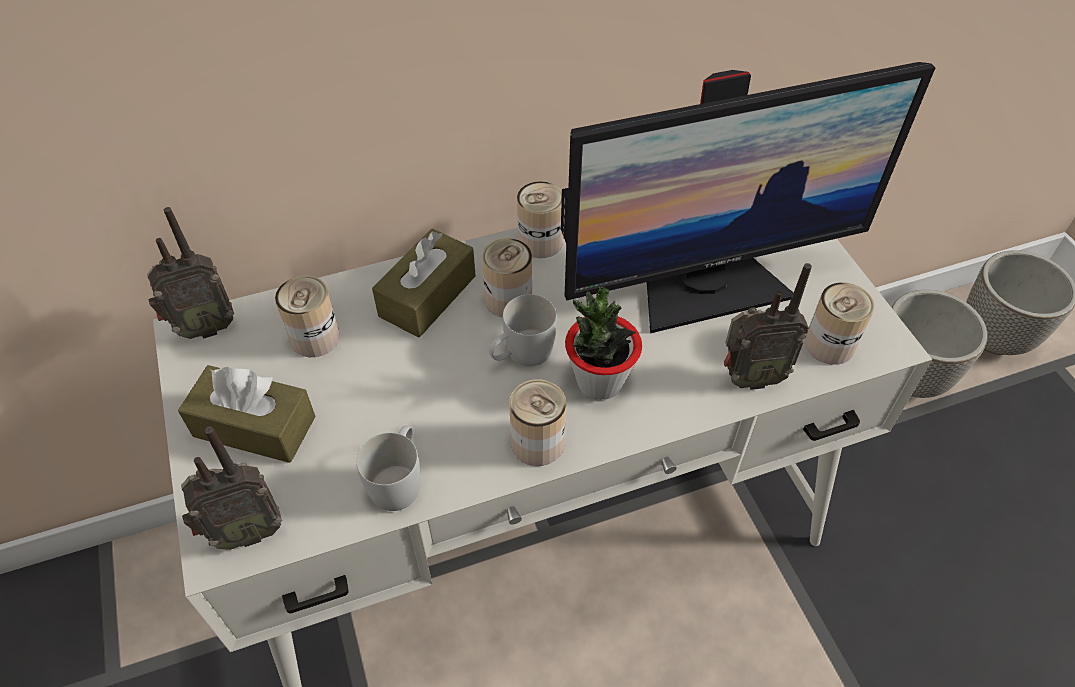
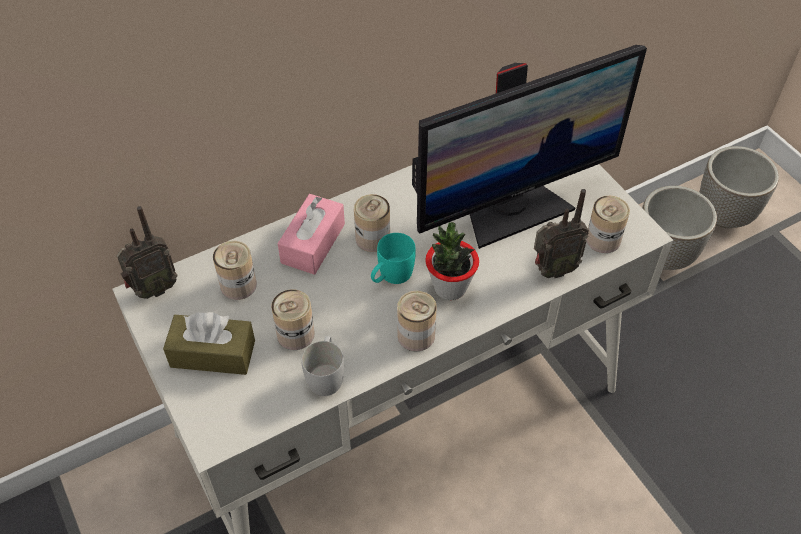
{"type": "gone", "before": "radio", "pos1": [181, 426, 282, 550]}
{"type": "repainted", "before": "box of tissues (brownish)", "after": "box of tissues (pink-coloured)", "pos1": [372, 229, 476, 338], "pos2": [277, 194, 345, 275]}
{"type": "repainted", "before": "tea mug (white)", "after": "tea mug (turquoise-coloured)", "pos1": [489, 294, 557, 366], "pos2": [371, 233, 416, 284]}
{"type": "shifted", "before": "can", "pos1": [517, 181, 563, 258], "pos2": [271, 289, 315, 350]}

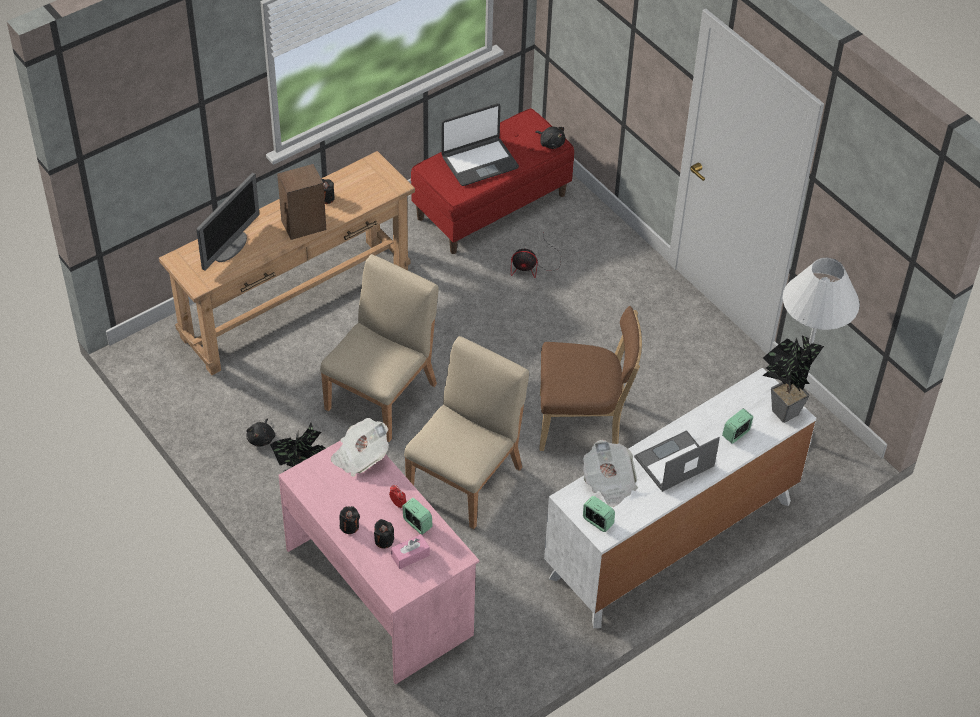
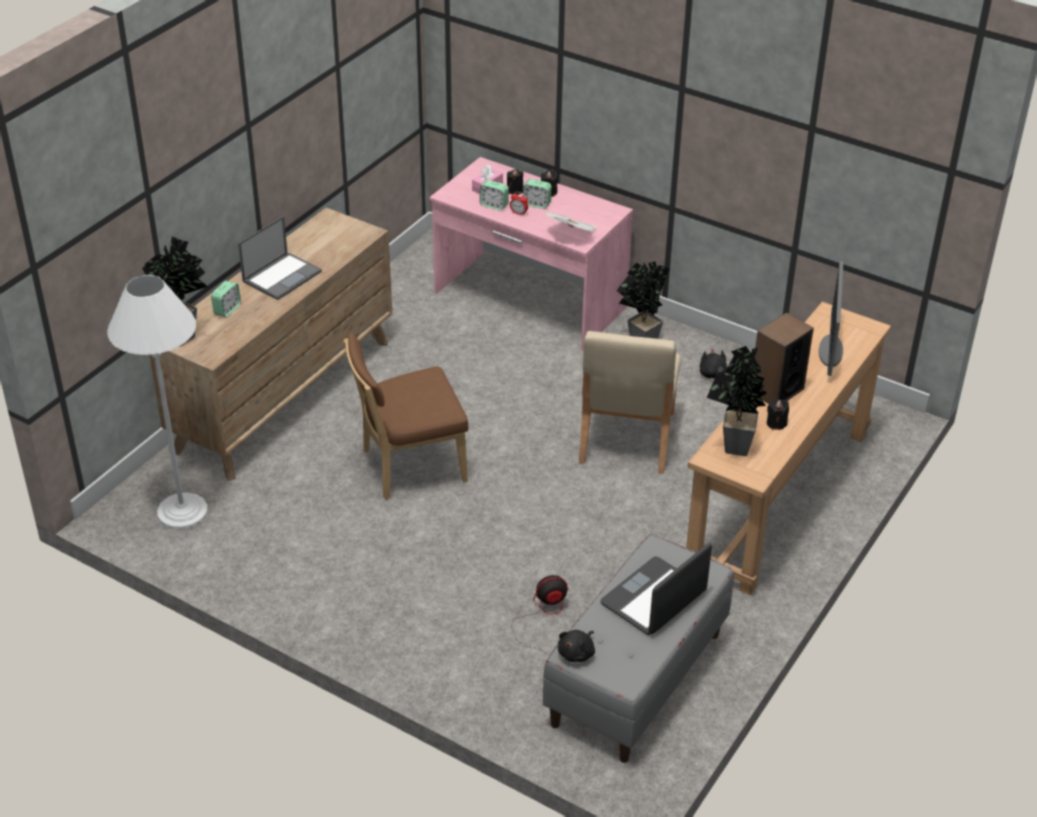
{"type": "gone", "before": "upright chair (beige)", "pos1": [404, 336, 529, 529]}
{"type": "repainted", "before": "indoor bench (red)", "after": "indoor bench (grey)", "pos1": [411, 108, 574, 254], "pos2": [543, 534, 734, 763]}
{"type": "rotated", "before": "cuddly toy (blackish)", "pos1": [535, 127, 565, 149], "pos2": [558, 630, 595, 662], "turn": -75}
{"type": "repainted", "before": "drawer chest (white)", "after": "drawer chest (brownish)", "pos1": [544, 368, 816, 628], "pos2": [149, 207, 392, 481]}
{"type": "gone", "before": "newspaper", "pos1": [583, 439, 638, 507]}
{"type": "shifted", "before": "alarm clock", "pos1": [583, 496, 615, 532], "pos2": [523, 179, 552, 209]}
{"type": "new", "after": "potted plant", "pos2": [707, 346, 767, 456]}

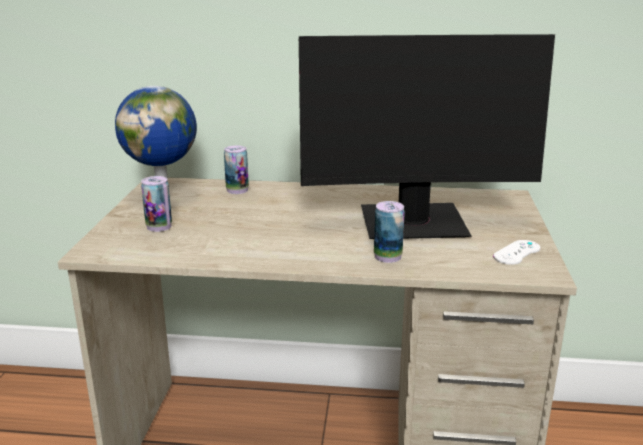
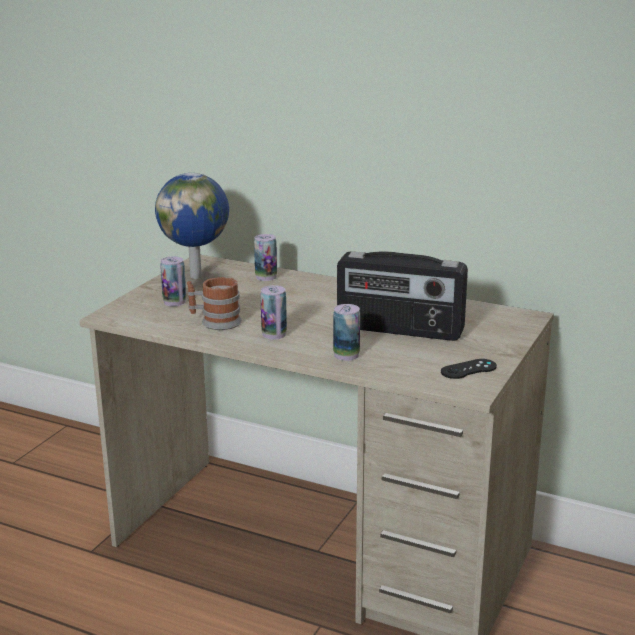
{"type": "swapped", "before": "computer display", "after": "radio", "pos1": [299, 34, 555, 239], "pos2": [337, 251, 468, 341]}
{"type": "repainted", "before": "game controller (white)", "after": "game controller (blackish)", "pos1": [493, 240, 540, 265], "pos2": [441, 359, 497, 379]}
{"type": "new", "after": "tea mug", "pos2": [187, 277, 242, 330]}
{"type": "new", "after": "can", "pos2": [260, 285, 287, 340]}

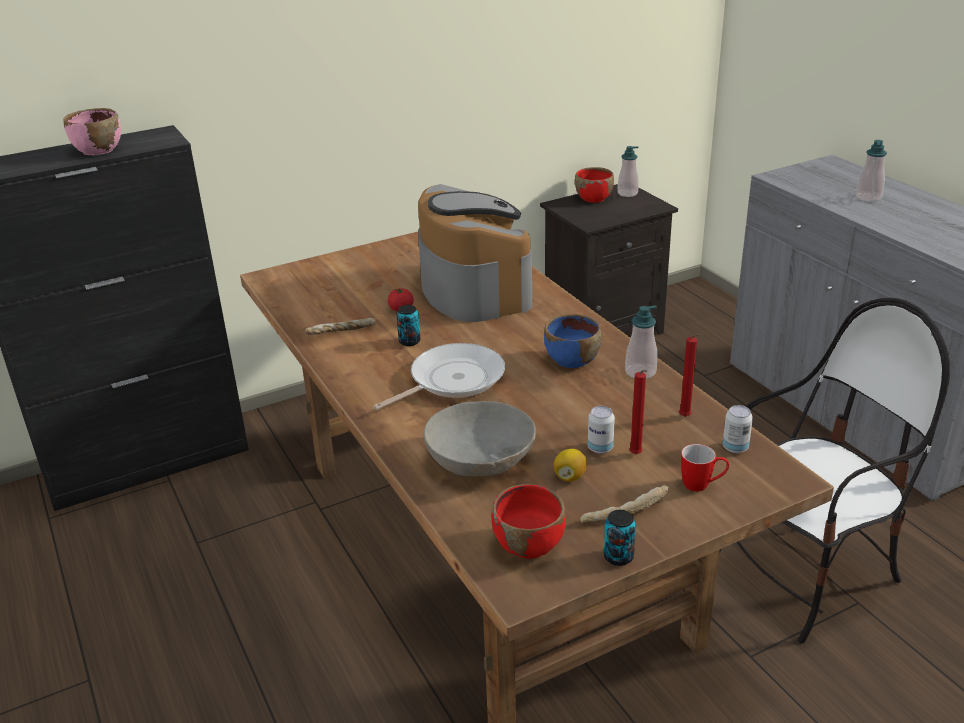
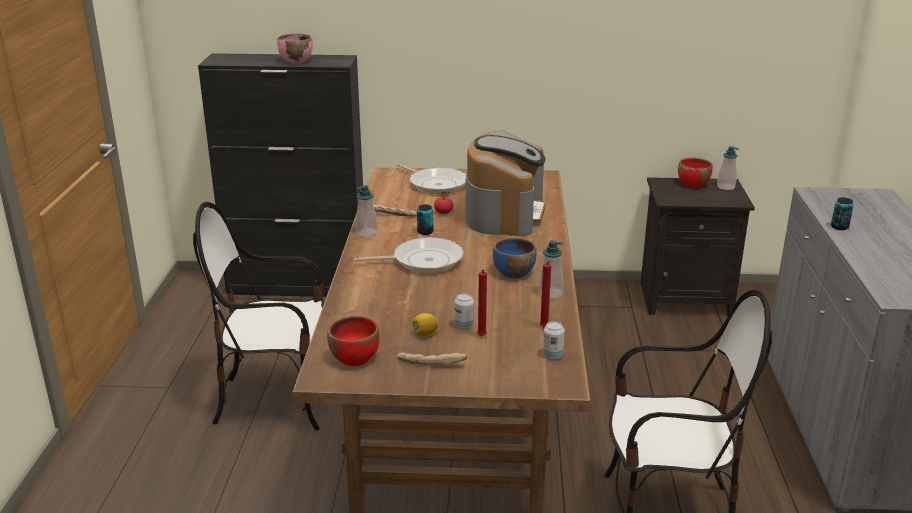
{"type": "gone", "before": "deep dish (grey)", "pos1": [424, 401, 536, 477]}
{"type": "shifted", "before": "can", "pos1": [604, 510, 636, 566], "pos2": [831, 197, 854, 230]}
{"type": "gone", "before": "tea mug", "pos1": [681, 444, 729, 492]}
{"type": "shifted", "before": "soap bottle", "pos1": [856, 140, 887, 202], "pos2": [356, 185, 378, 237]}
{"type": "new", "after": "upright chair", "pos2": [193, 202, 324, 431]}
{"type": "new", "after": "skillet", "pos2": [396, 164, 466, 194]}

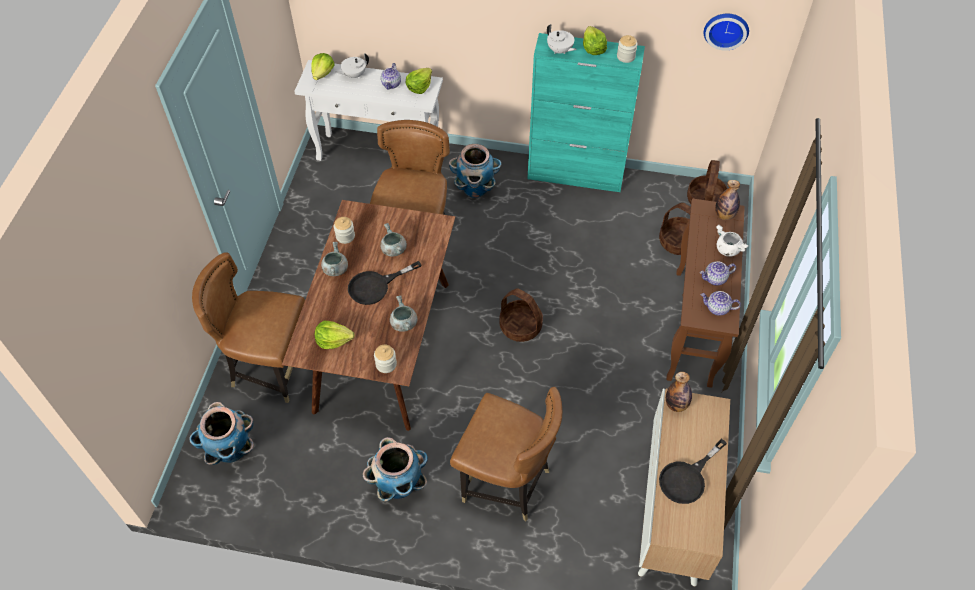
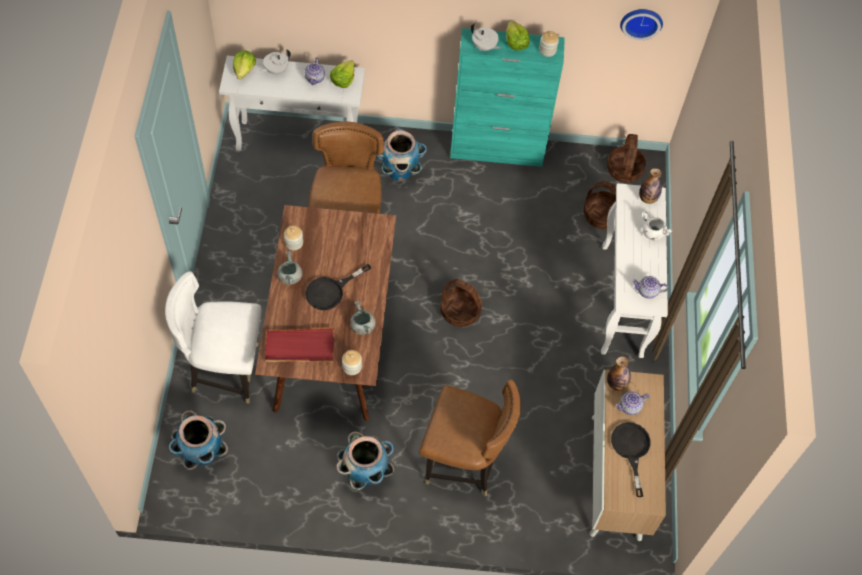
{"type": "repainted", "before": "upright chair (brownish)", "after": "upright chair (white)", "pos1": [192, 252, 305, 403], "pos2": [165, 271, 261, 403]}
{"type": "swapped", "before": "lettuce", "after": "serving tray (red)", "pos1": [315, 321, 355, 349], "pos2": [265, 328, 334, 362]}
{"type": "gone", "before": "saucepot (grey)", "pos1": [380, 223, 407, 257]}
{"type": "rotated", "before": "skillet (blackish)", "pos1": [659, 439, 727, 504], "pos2": [611, 422, 651, 497], "turn": 135}
{"type": "repainted", "before": "narrow table (brownish)", "after": "narrow table (white)", "pos1": [666, 198, 745, 388], "pos2": [601, 183, 668, 358]}
{"type": "shifted", "before": "pot for tea", "pos1": [700, 261, 736, 286], "pos2": [615, 391, 650, 415]}

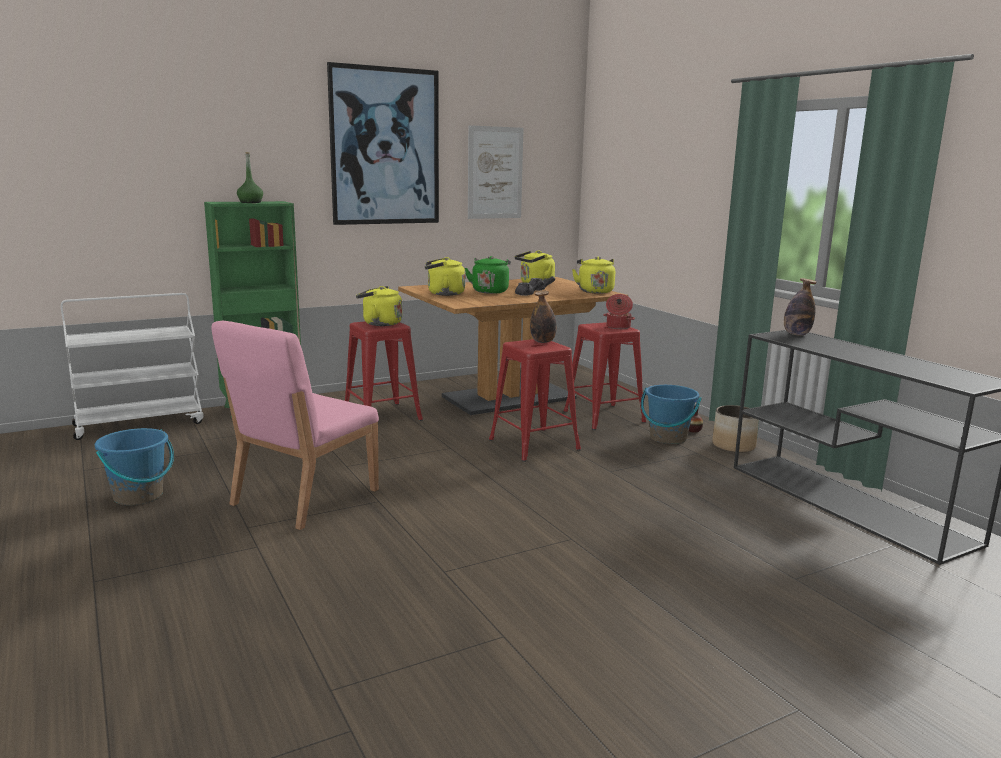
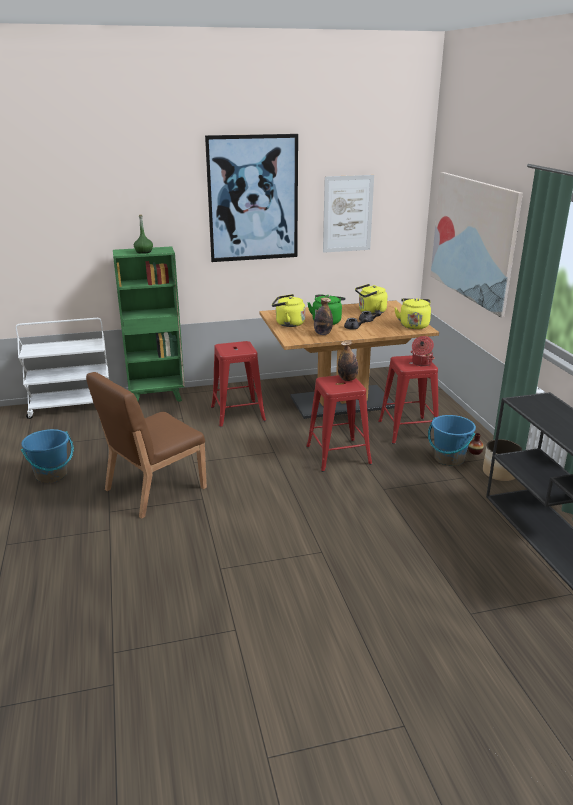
{"type": "repainted", "before": "upright chair (pink-coloured)", "after": "upright chair (brownish)", "pos1": [211, 321, 379, 530], "pos2": [86, 372, 207, 519]}
{"type": "gone", "before": "tea kettle (yellow-coloured)", "pos1": [356, 286, 402, 326]}
{"type": "shifted", "before": "bottle", "pos1": [784, 278, 817, 336], "pos2": [314, 297, 333, 335]}
{"type": "new", "after": "picture", "pos2": [430, 172, 523, 317]}

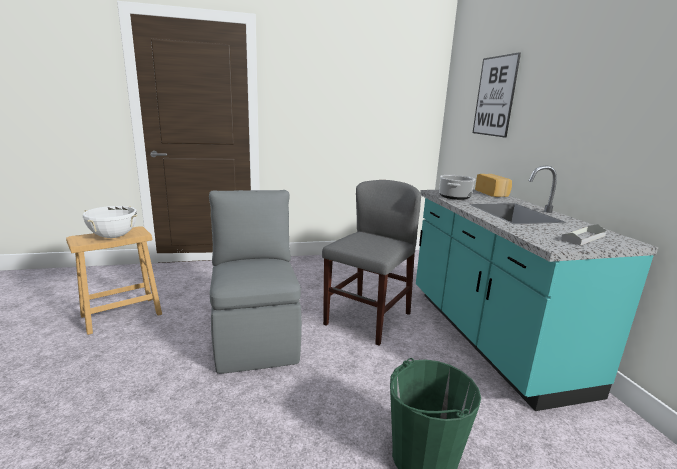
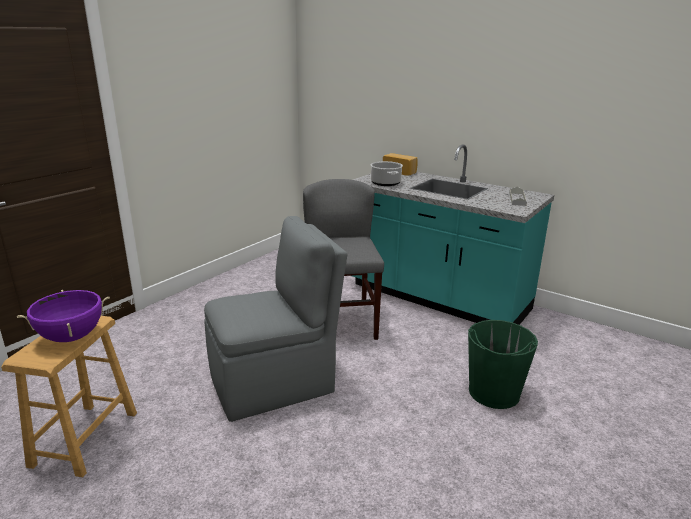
{"type": "repainted", "before": "saucepot (white)", "after": "saucepot (purple-coloured)", "pos1": [83, 206, 137, 238], "pos2": [17, 290, 110, 342]}
{"type": "rotated", "before": "upright chair (grey)", "pos1": [209, 190, 302, 374], "pos2": [204, 216, 347, 422], "turn": 120}
{"type": "gone", "before": "picture", "pos1": [473, 52, 521, 138]}

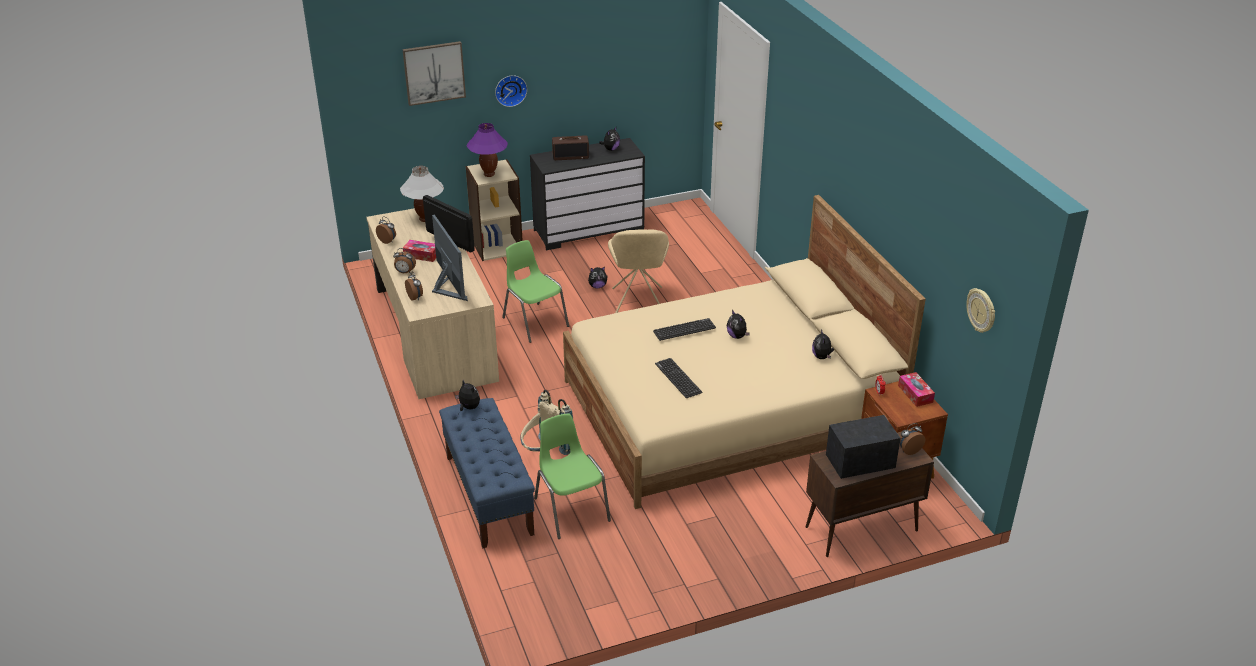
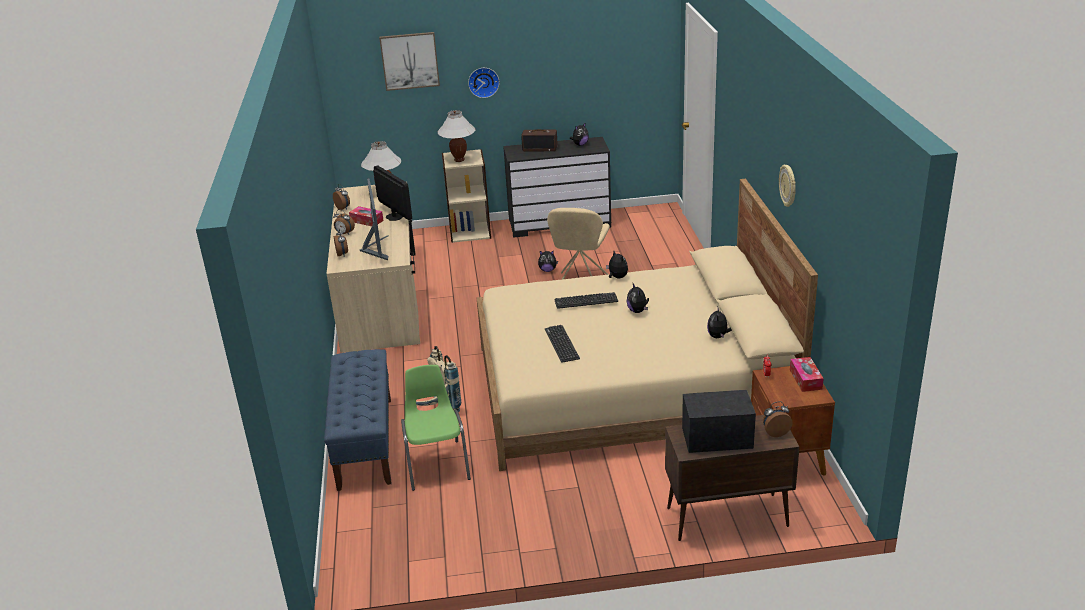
{"type": "shifted", "before": "cuddly toy", "pos1": [455, 380, 480, 411], "pos2": [606, 251, 628, 279]}
{"type": "repainted", "before": "tabletop lamp (purple-coloured)", "after": "tabletop lamp (white)", "pos1": [467, 123, 508, 177], "pos2": [437, 110, 476, 162]}
{"type": "gone", "before": "upright chair (green-coloured)", "pos1": [502, 240, 569, 343]}
{"type": "shifted", "before": "hanging clock", "pos1": [966, 288, 995, 333], "pos2": [779, 164, 796, 207]}

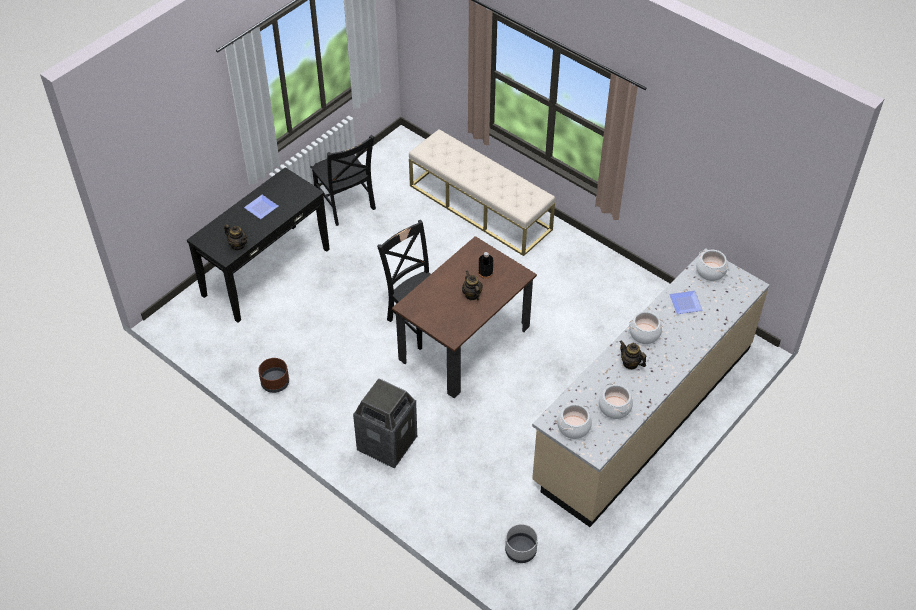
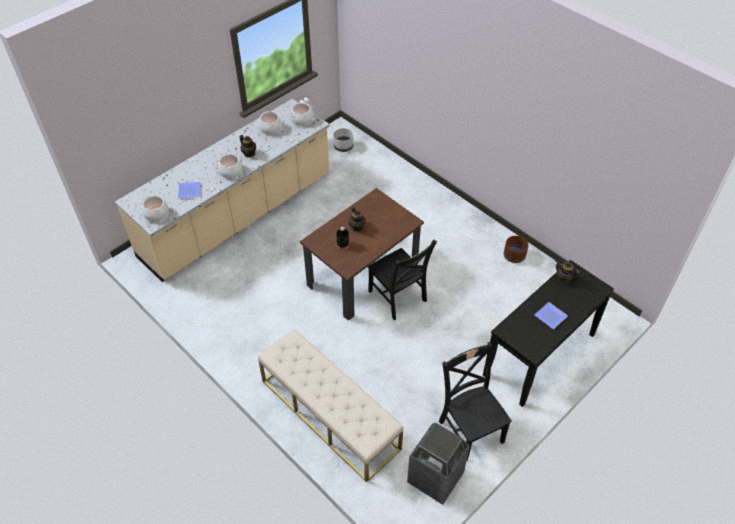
{"type": "shifted", "before": "trash can", "pos1": [353, 378, 417, 469], "pos2": [407, 422, 470, 505]}

